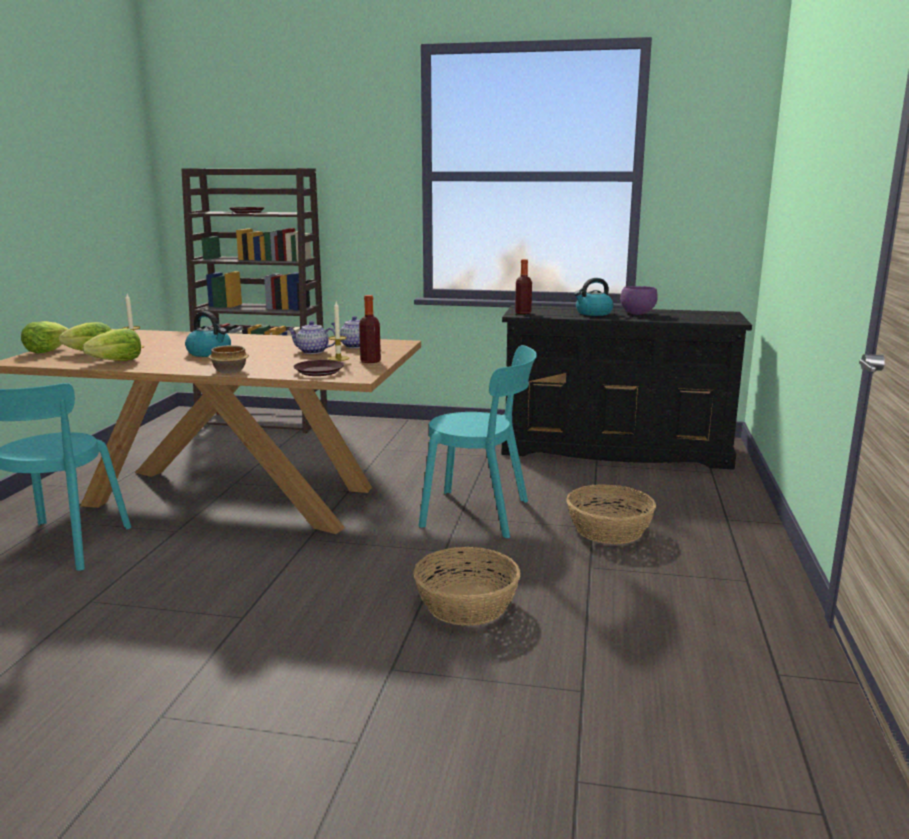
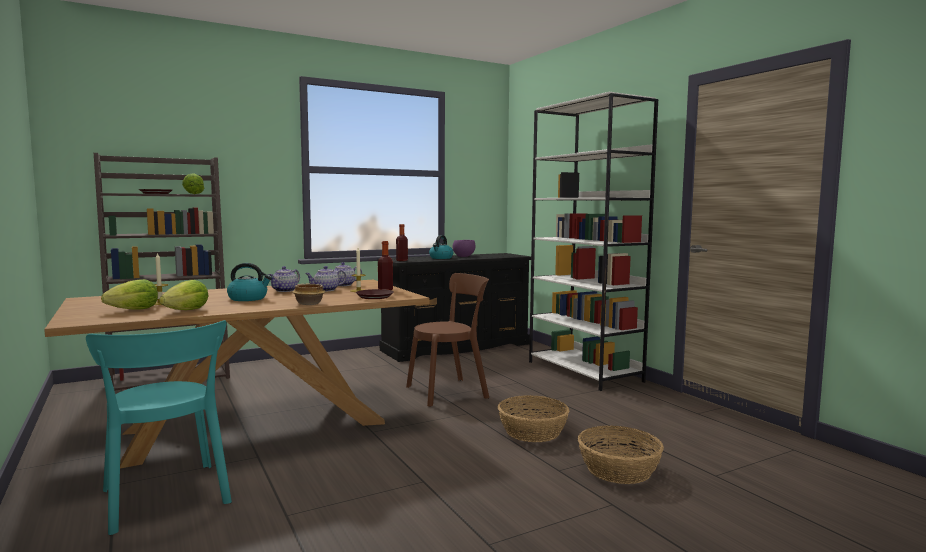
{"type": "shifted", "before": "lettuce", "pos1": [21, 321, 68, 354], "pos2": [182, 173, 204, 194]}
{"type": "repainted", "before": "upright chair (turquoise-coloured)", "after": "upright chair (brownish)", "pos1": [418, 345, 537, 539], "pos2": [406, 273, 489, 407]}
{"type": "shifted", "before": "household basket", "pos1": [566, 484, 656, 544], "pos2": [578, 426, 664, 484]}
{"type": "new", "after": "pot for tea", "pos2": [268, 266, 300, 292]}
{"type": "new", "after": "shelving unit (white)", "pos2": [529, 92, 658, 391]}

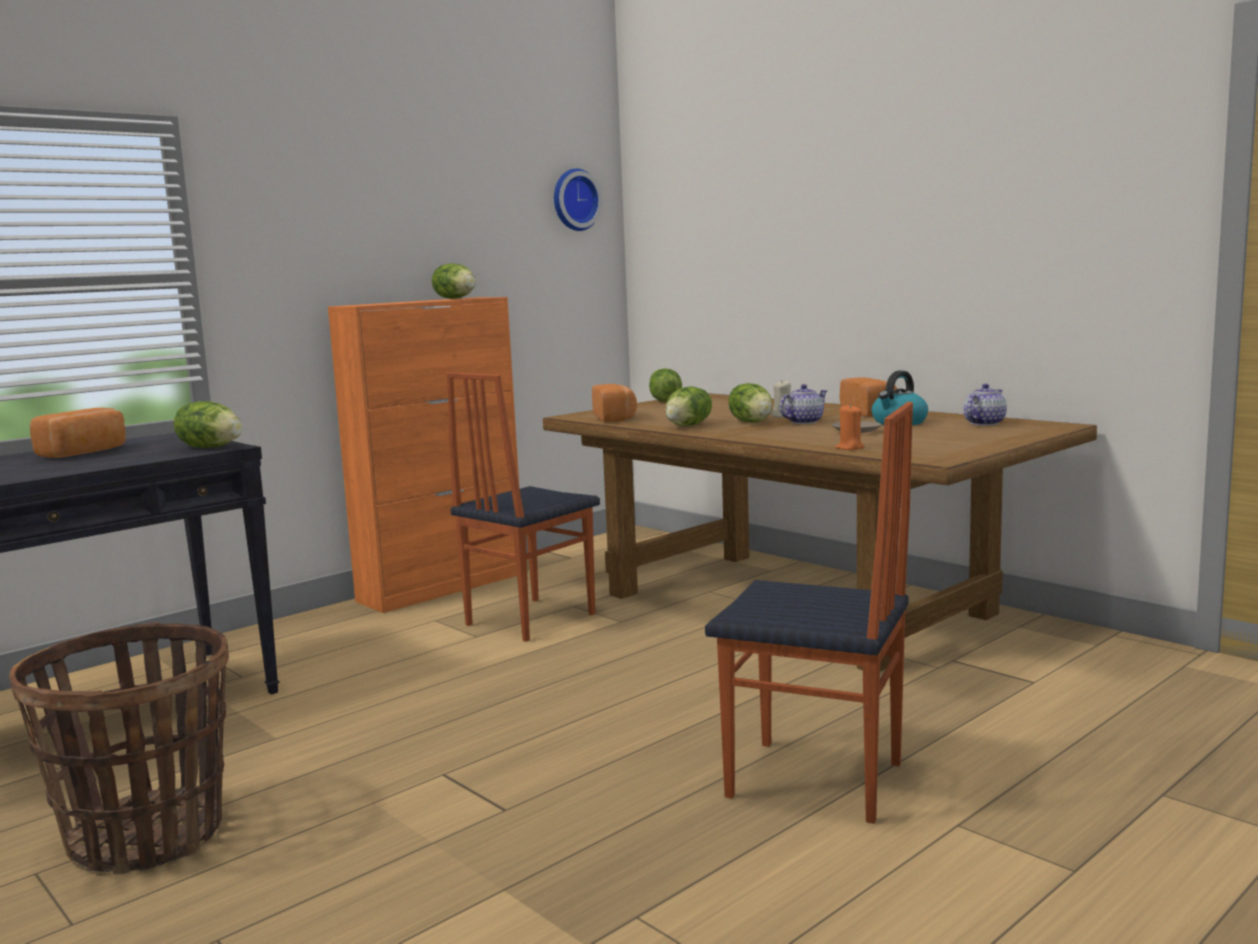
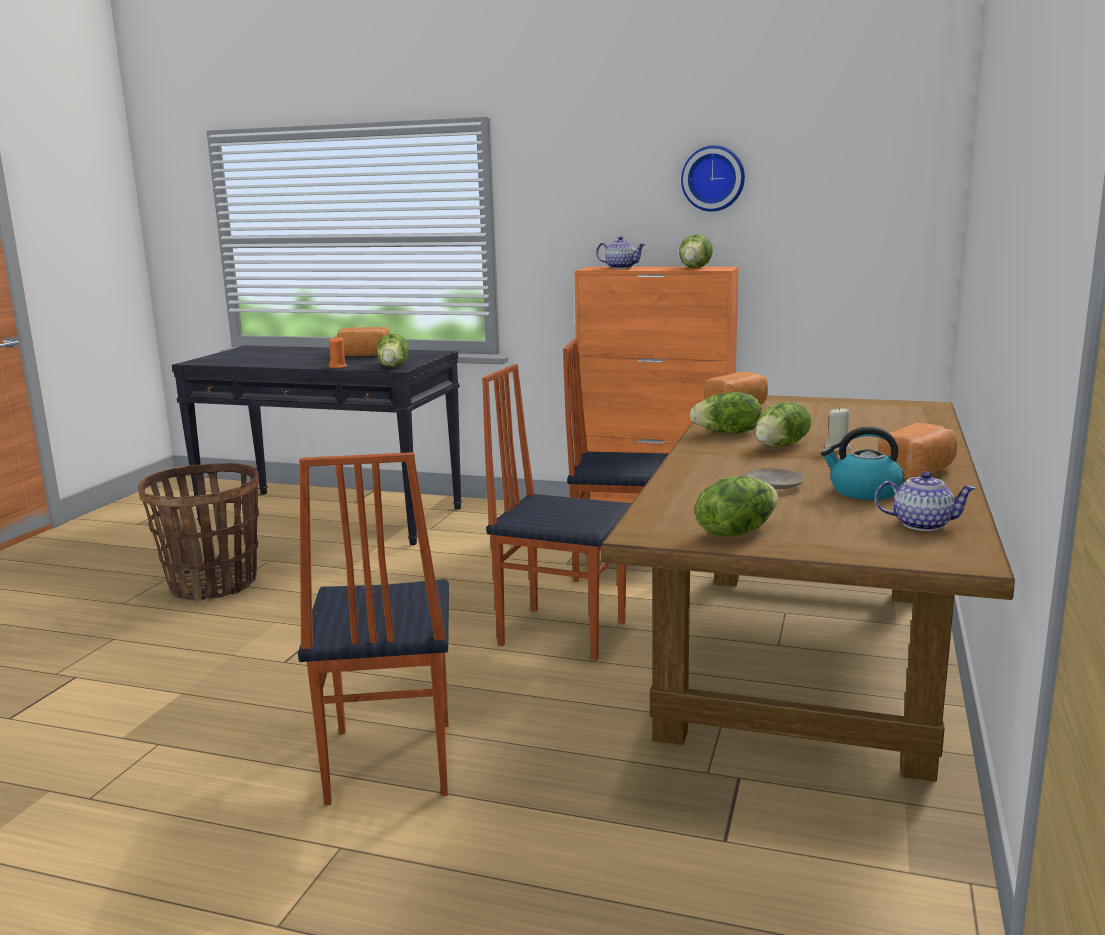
{"type": "shifted", "before": "hanging clock", "pos1": [554, 168, 602, 231], "pos2": [681, 145, 745, 212]}
{"type": "shifted", "before": "lettuce", "pos1": [649, 368, 682, 402], "pos2": [695, 476, 778, 537]}
{"type": "shifted", "before": "pot for tea", "pos1": [779, 384, 827, 424], "pos2": [596, 236, 646, 269]}
{"type": "shifted", "before": "wax candle (orange-coloured)", "pos1": [835, 404, 864, 450], "pos2": [328, 336, 347, 368]}
{"type": "new", "after": "upright chair", "pos2": [482, 364, 632, 661]}

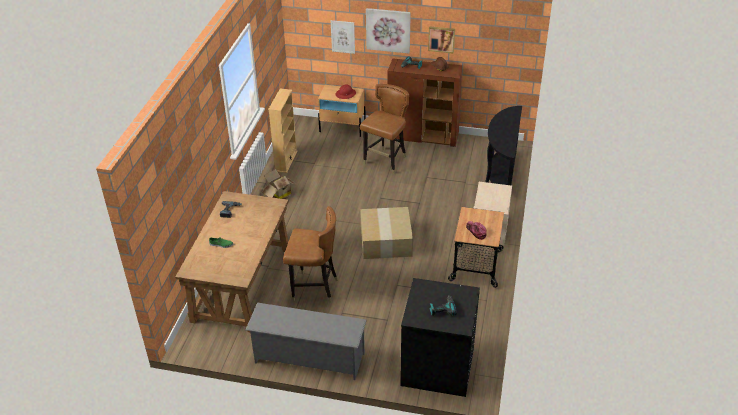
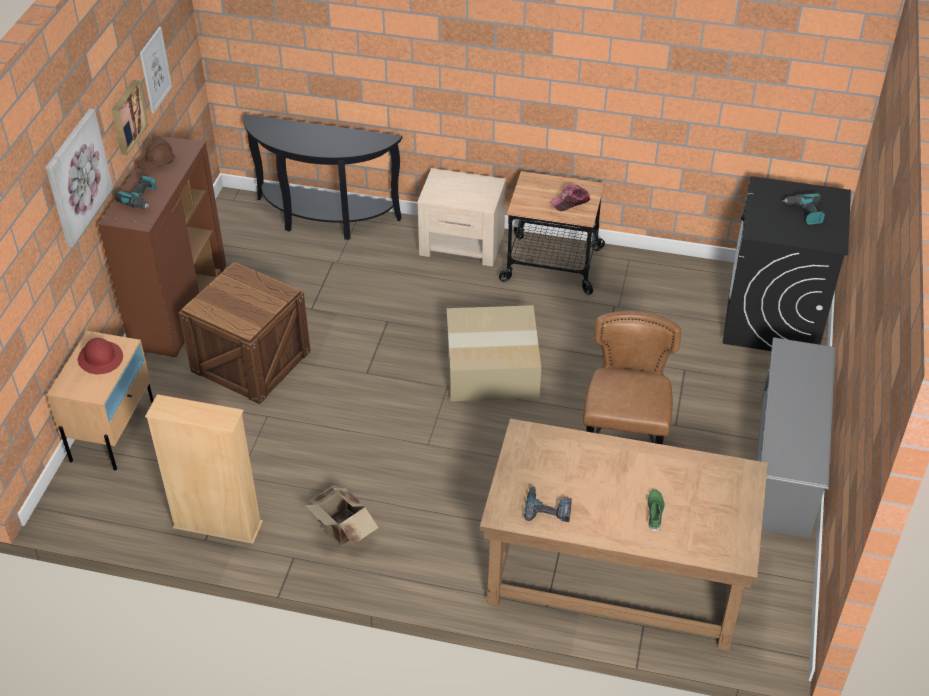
{"type": "shifted", "before": "picture", "pos1": [331, 20, 355, 54], "pos2": [140, 27, 172, 114]}
{"type": "swapped", "before": "upright chair (brownish)", "after": "packing crate", "pos1": [360, 84, 409, 174], "pos2": [179, 262, 311, 404]}

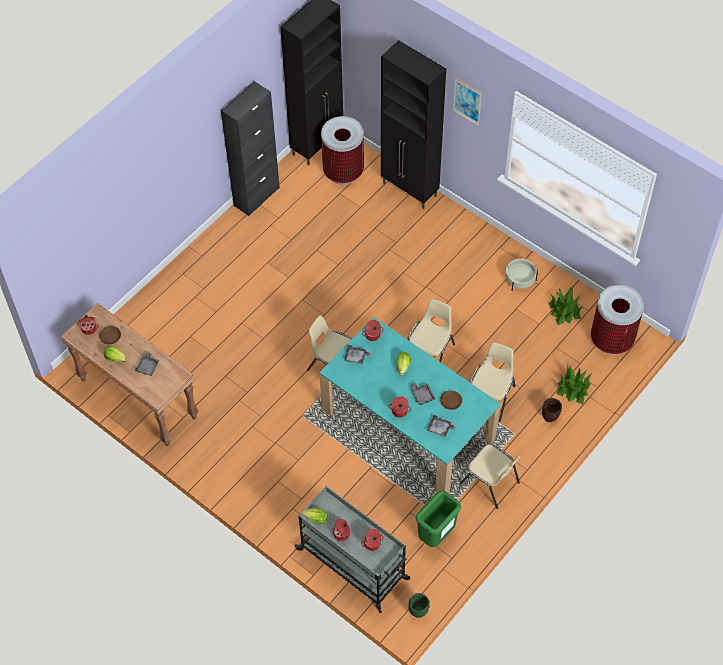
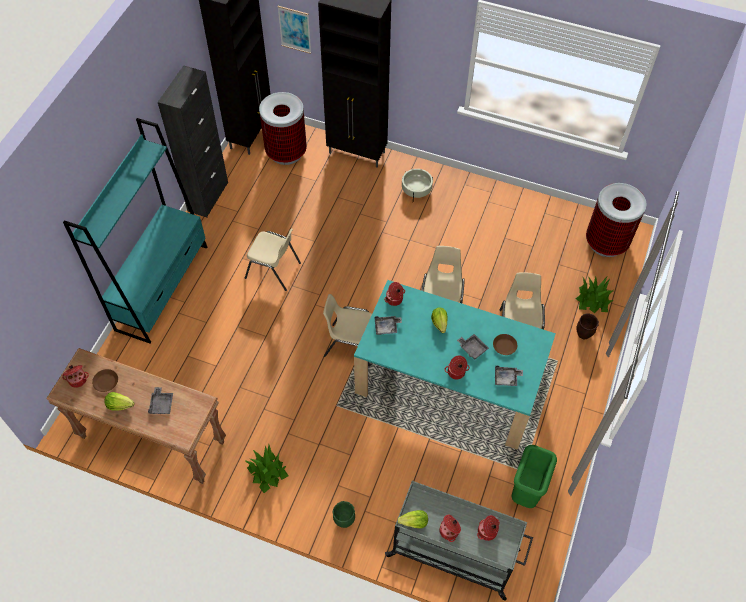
{"type": "shifted", "before": "planter (green-coloured)", "pos1": [409, 593, 429, 618], "pos2": [332, 501, 355, 528]}
{"type": "shifted", "before": "picture", "pos1": [453, 78, 482, 127], "pos2": [277, 6, 311, 54]}
{"type": "shifted", "before": "upright chair (beige)", "pos1": [460, 445, 520, 509], "pos2": [245, 228, 301, 291]}
{"type": "shifted", "before": "planter (beige)", "pos1": [505, 258, 538, 291], "pos2": [402, 169, 433, 200]}
{"type": "shifted", "before": "potted plant", "pos1": [549, 286, 582, 325], "pos2": [244, 445, 288, 493]}
{"type": "new", "after": "shelving unit (turquoise-coloured)", "pos2": [63, 118, 207, 343]}

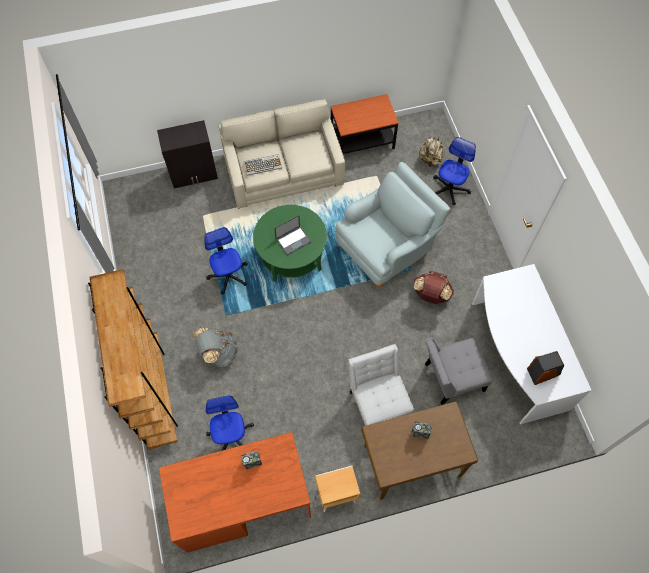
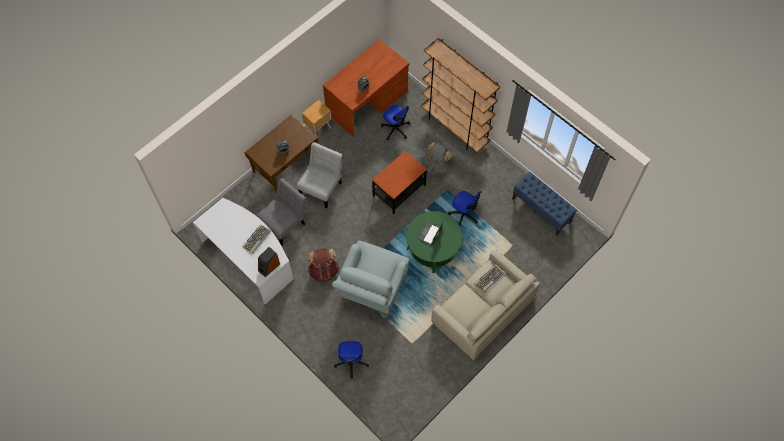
{"type": "gone", "before": "cabinet (blackish)", "pos1": [157, 120, 218, 189]}
{"type": "shifted", "before": "accent table", "pos1": [331, 94, 399, 154], "pos2": [372, 151, 427, 214]}
{"type": "rotated", "before": "upright chair (white)", "pos1": [349, 344, 414, 426], "pos2": [297, 142, 342, 209], "turn": -105}
{"type": "gone", "before": "backpack (beige)", "pos1": [419, 136, 443, 167]}
{"type": "shifted", "before": "loudspeaker", "pos1": [527, 351, 564, 385], "pos2": [258, 247, 280, 277]}
{"type": "new", "after": "keyboard", "pos2": [242, 224, 271, 253]}
{"type": "new", "after": "indoor bench (blue-coloured)", "pos2": [512, 172, 577, 236]}

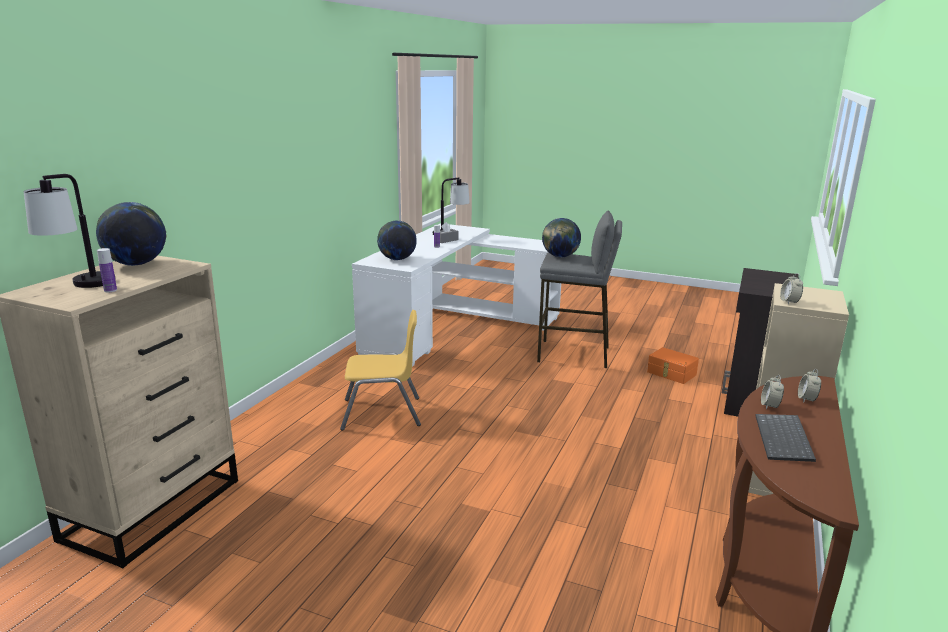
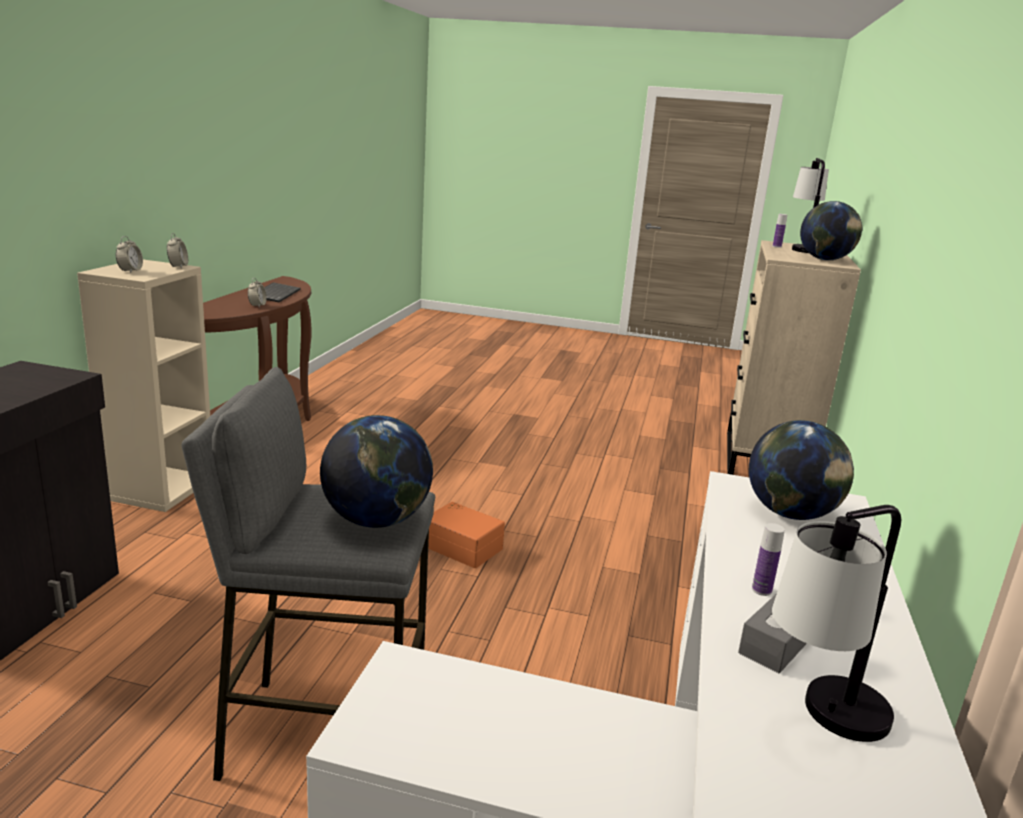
{"type": "gone", "before": "upright chair (yellow-coloured)", "pos1": [340, 310, 421, 431]}
{"type": "shifted", "before": "storage box (orange-coloured)", "pos1": [647, 347, 699, 384], "pos2": [428, 502, 505, 568]}
{"type": "shifted", "before": "alarm clock", "pos1": [798, 369, 821, 403], "pos2": [116, 236, 143, 273]}

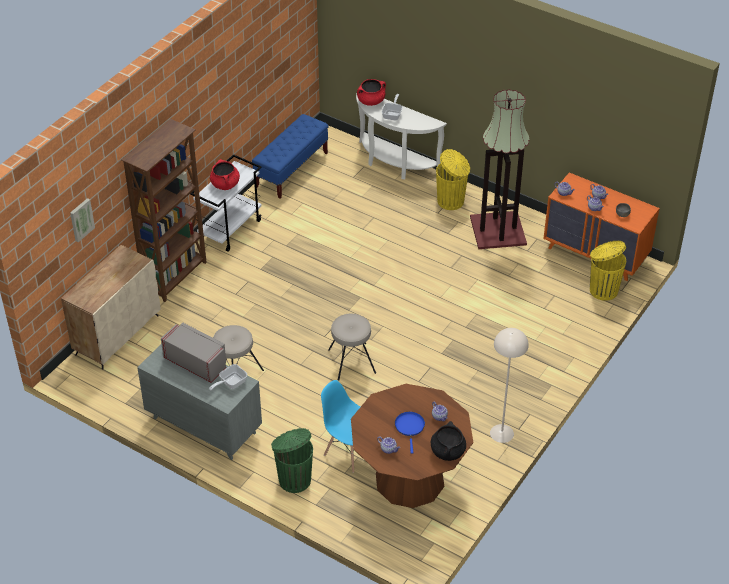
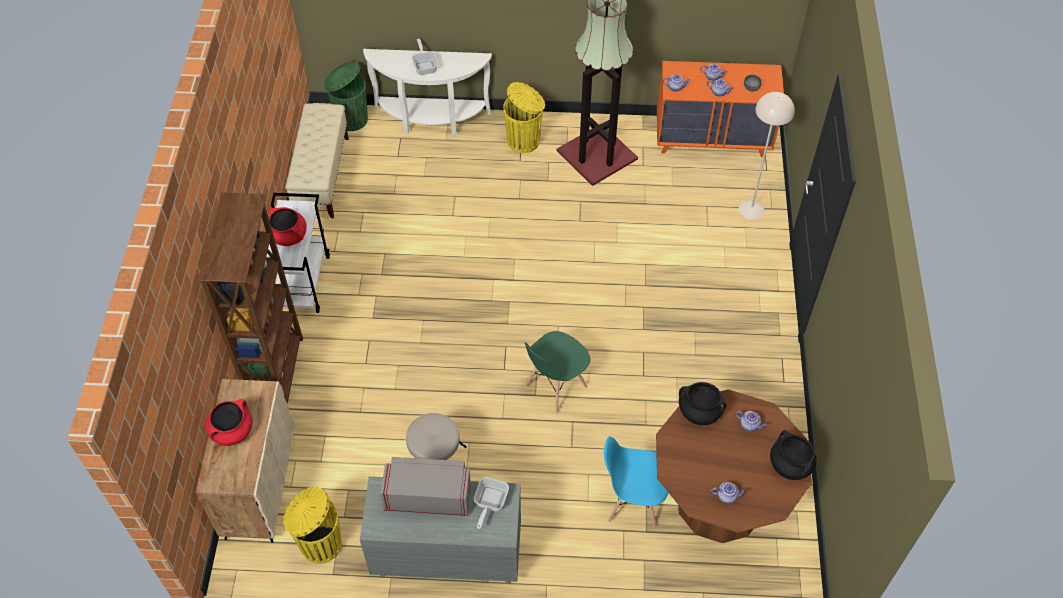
{"type": "gone", "before": "picture", "pos1": [70, 198, 95, 242]}
{"type": "repainted", "before": "indoor bench (blue-coloured)", "after": "indoor bench (beige)", "pos1": [252, 114, 328, 199], "pos2": [285, 104, 349, 218]}
{"type": "shifted", "before": "trash can (green-coloured)", "pos1": [271, 428, 313, 493], "pos2": [324, 61, 368, 131]}
{"type": "swapped", "before": "stool seat (beige)", "after": "upright chair (green-coloured)", "pos1": [328, 314, 376, 381], "pos2": [524, 331, 590, 414]}
{"type": "shifted", "before": "saucepot (red)", "pos1": [357, 79, 386, 106], "pos2": [205, 399, 253, 446]}
{"type": "gone", "before": "skillet (blue-coloured)", "pos1": [395, 412, 425, 454]}
{"type": "shifted", "before": "standard lamp (beige)", "pos1": [490, 328, 529, 443], "pos2": [739, 92, 795, 220]}
{"type": "shifted", "before": "trash can (yellow-coloured)", "pos1": [590, 241, 626, 301], "pos2": [283, 487, 342, 564]}
{"type": "new", "after": "saucepot (blackish)", "pos2": [679, 382, 726, 425]}

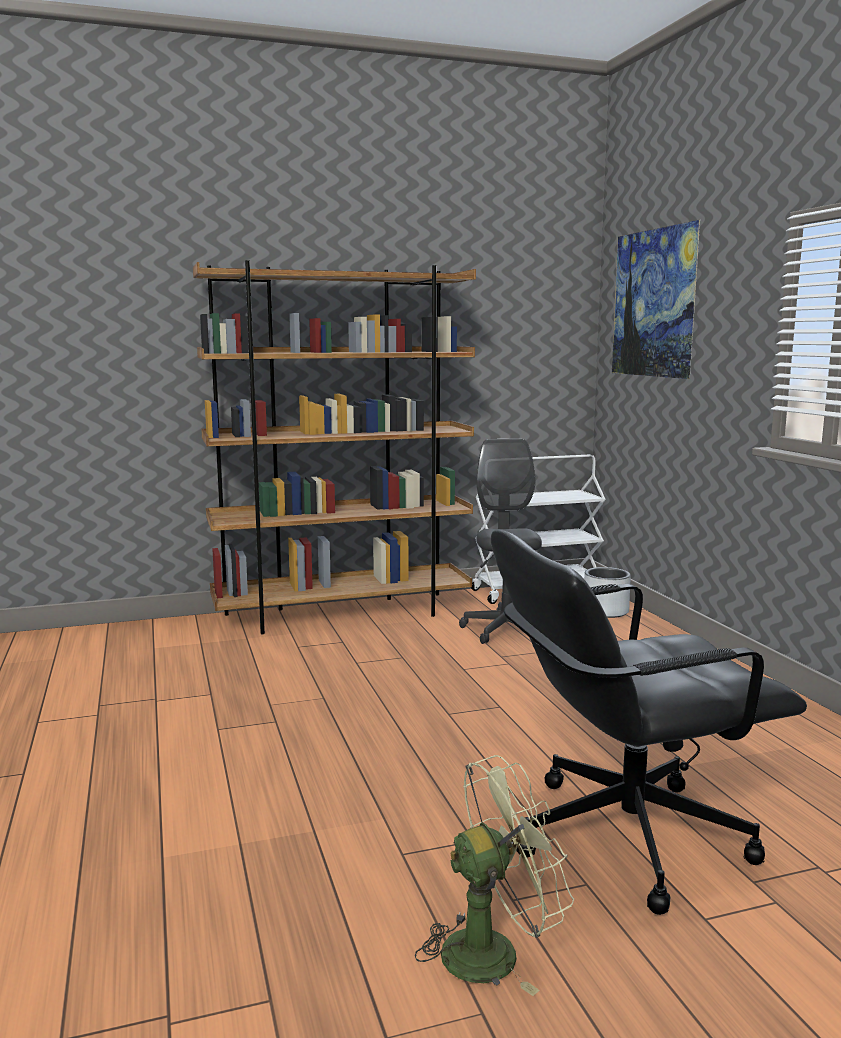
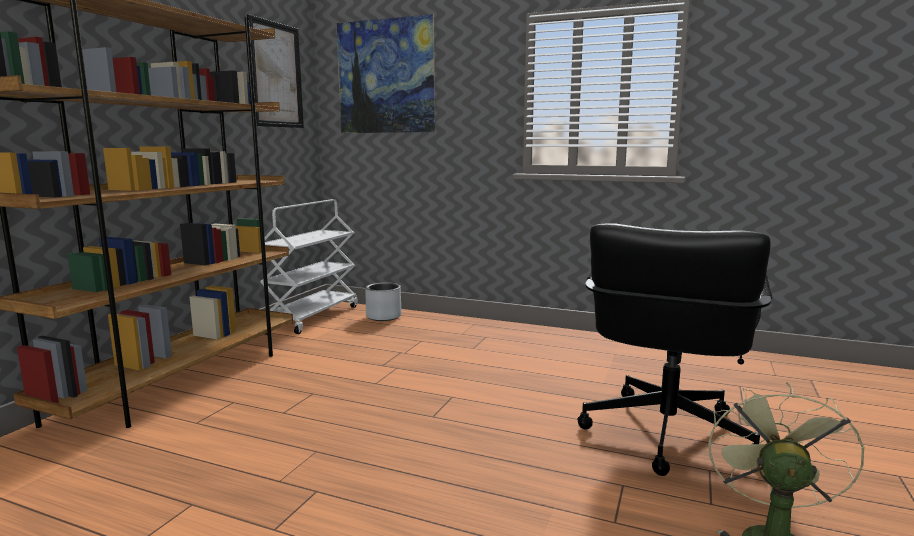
{"type": "gone", "before": "computer chair (grey)", "pos1": [459, 439, 542, 644]}
{"type": "new", "after": "picture", "pos2": [247, 14, 304, 128]}

